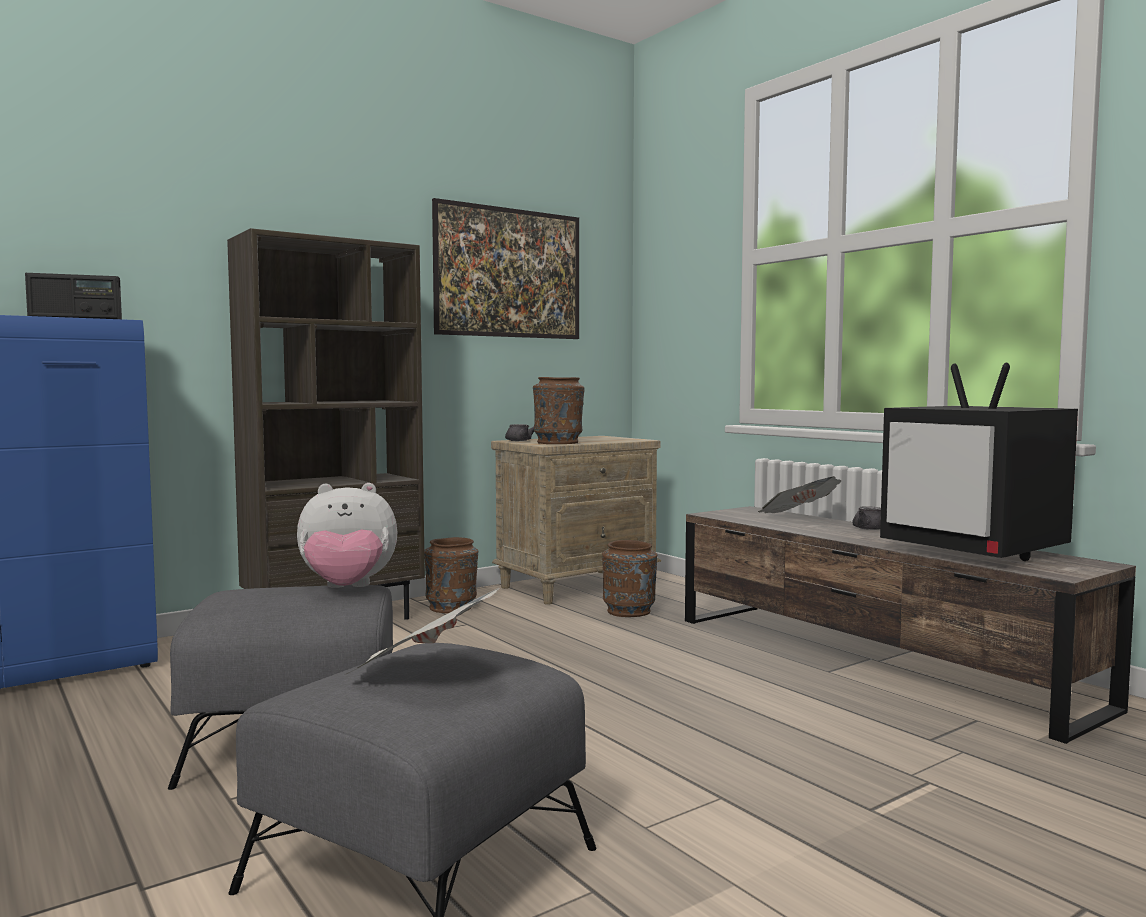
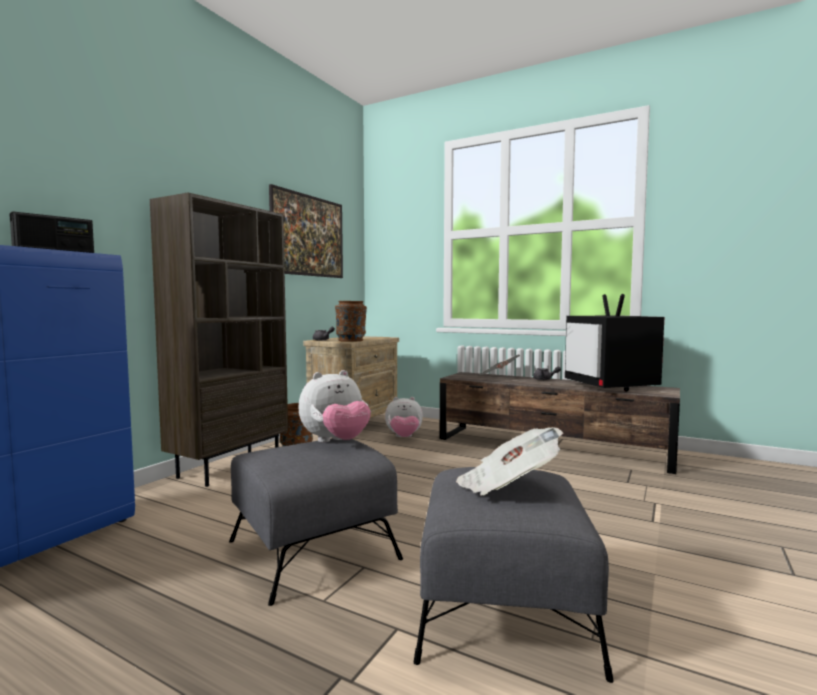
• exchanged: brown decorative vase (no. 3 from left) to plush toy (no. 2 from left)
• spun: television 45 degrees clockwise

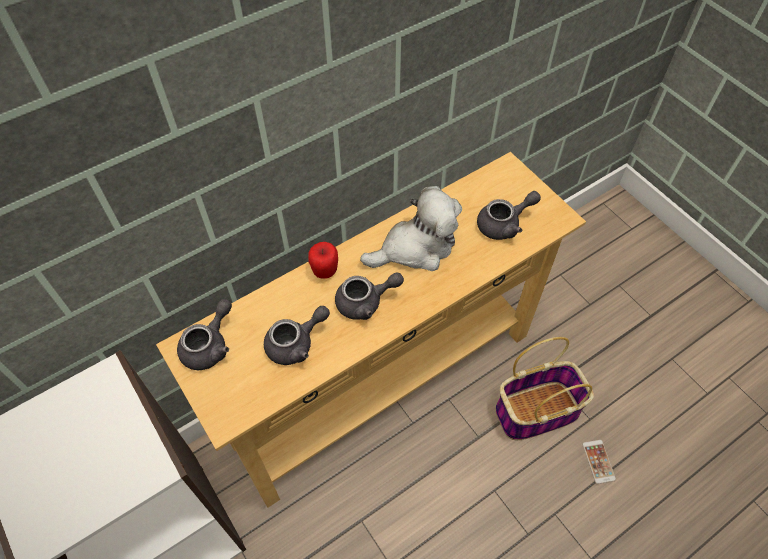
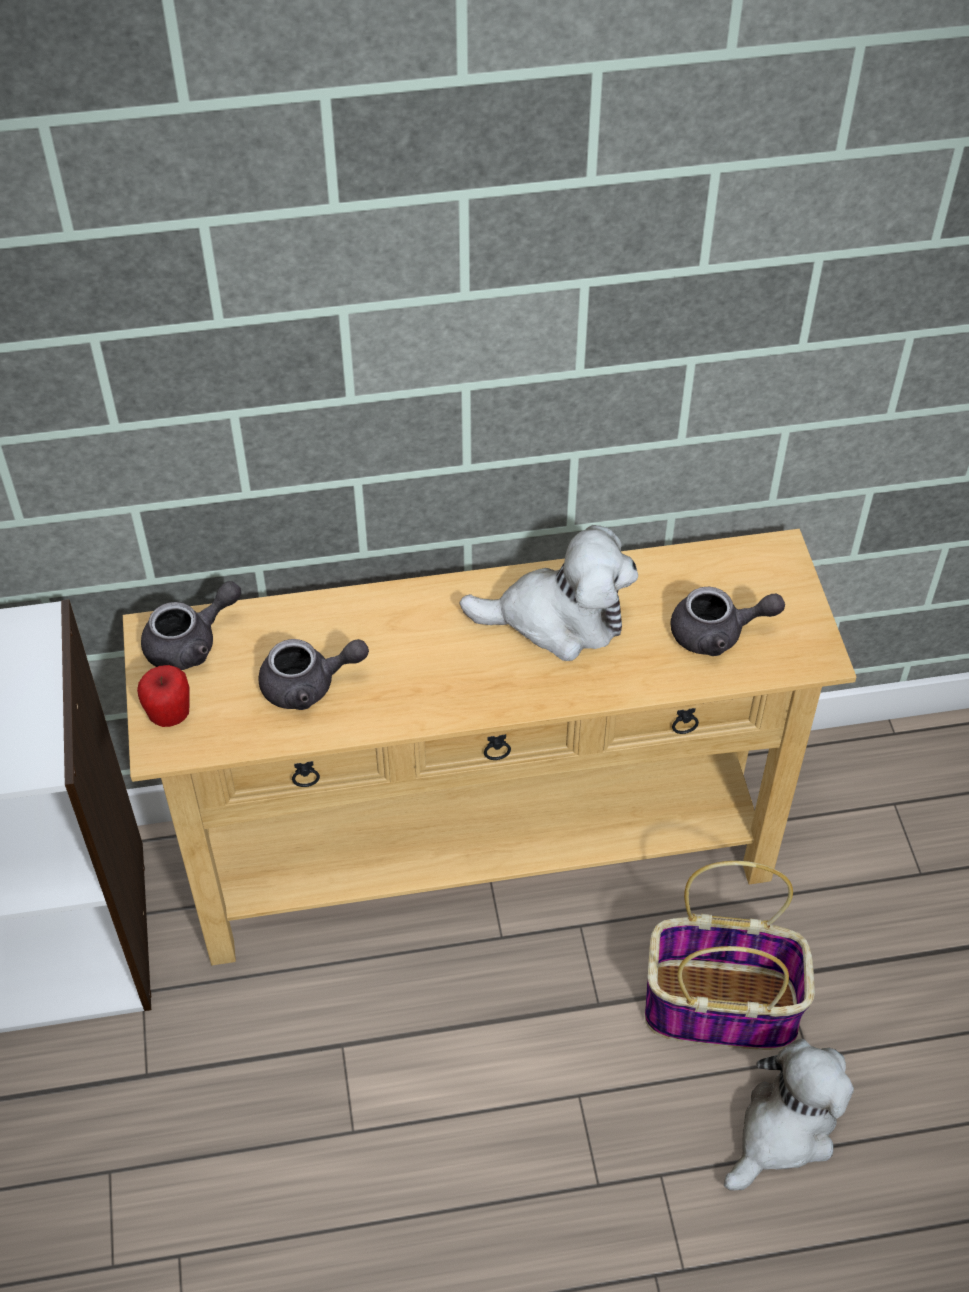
• relocated: whole apple
• exchanged: phone to plush toy (no. 2 from left)
• missing: gray teapot (no. 3 from left)

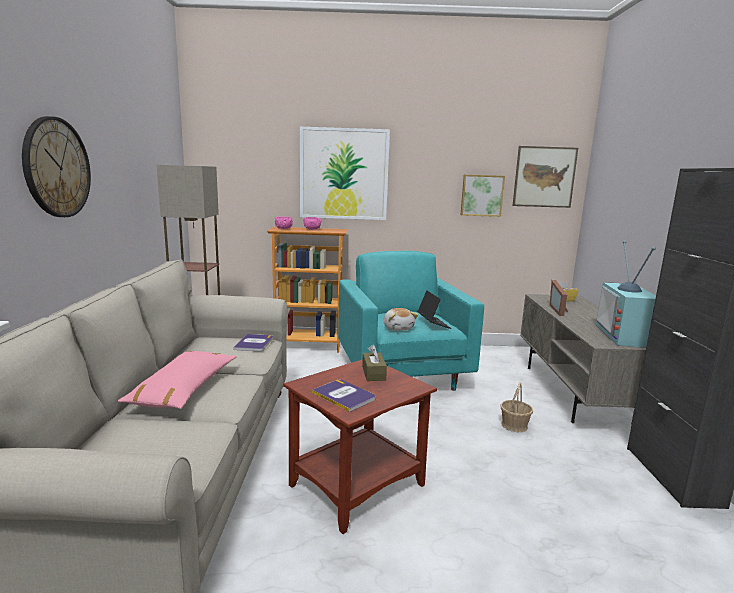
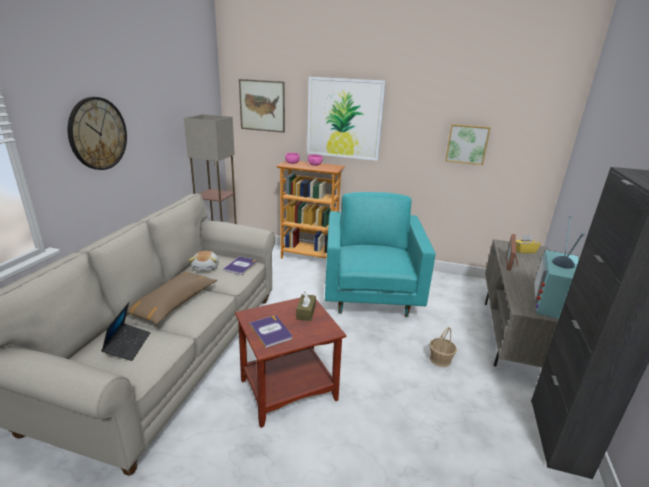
• relocated: notebook computer
• colour: pink-coloured pillow to brown pillow
• relocated: plush toy
• relocated: wall art (no. 3 from left in the first image) to wall art (no. 1 from left)

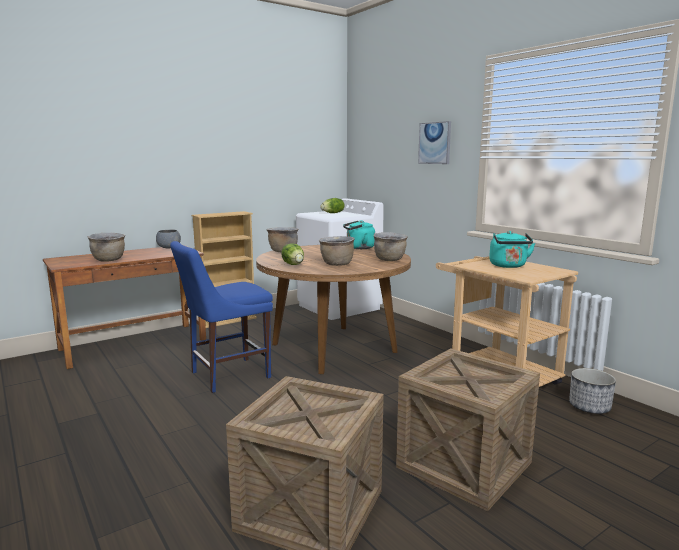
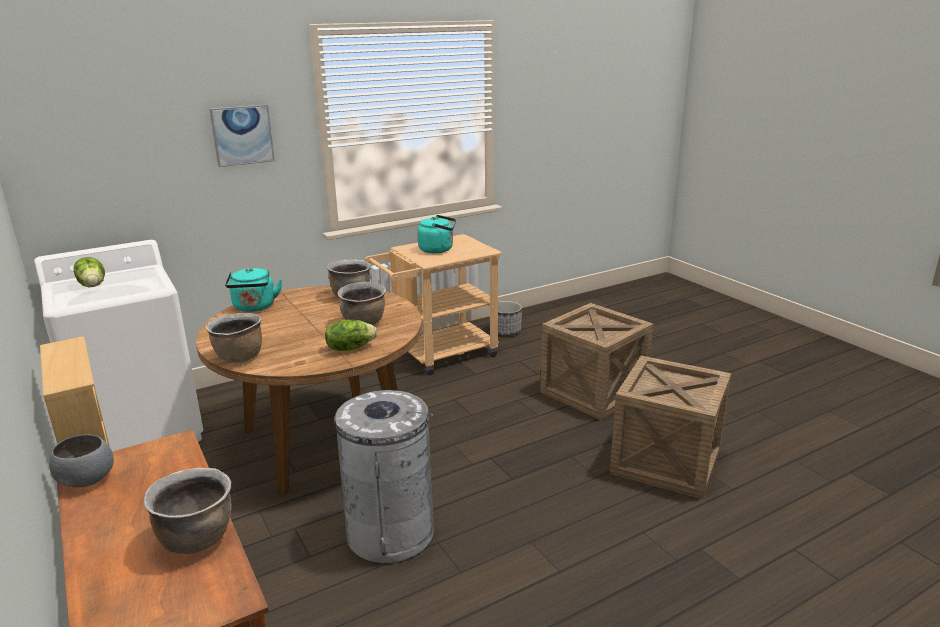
• exchanged: blue-coloured plain chair to gray rubbish bin

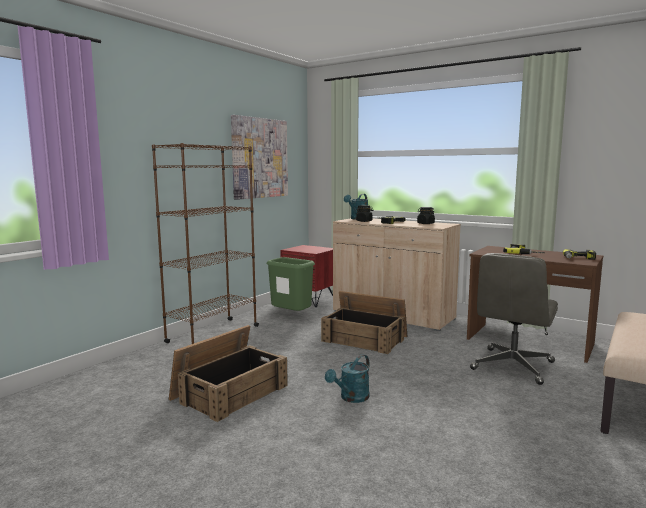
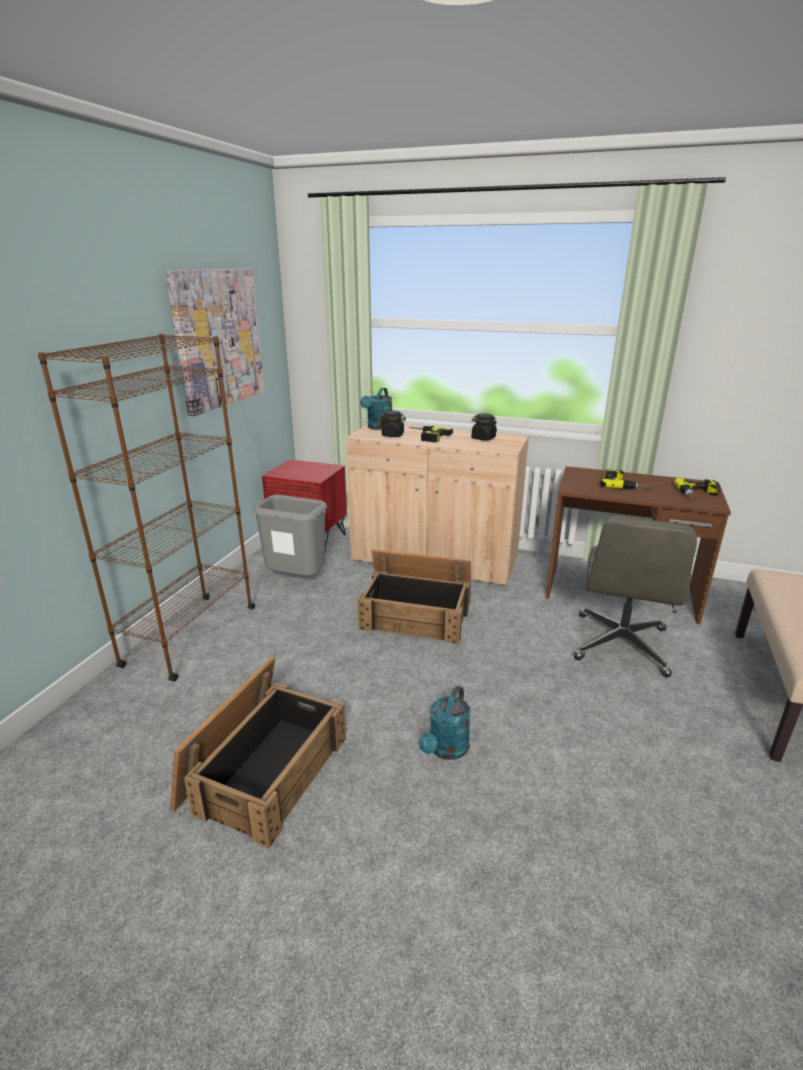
• colour: green rubbish bin to gray rubbish bin

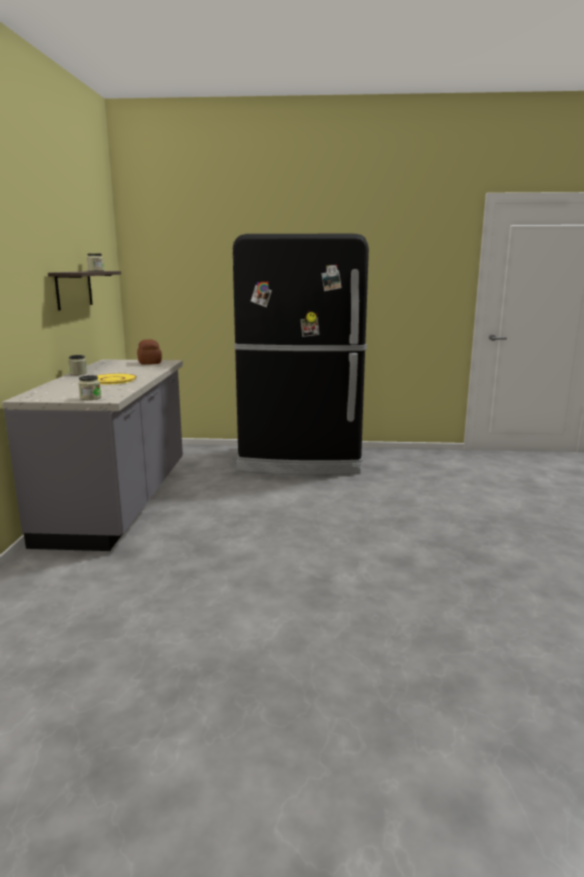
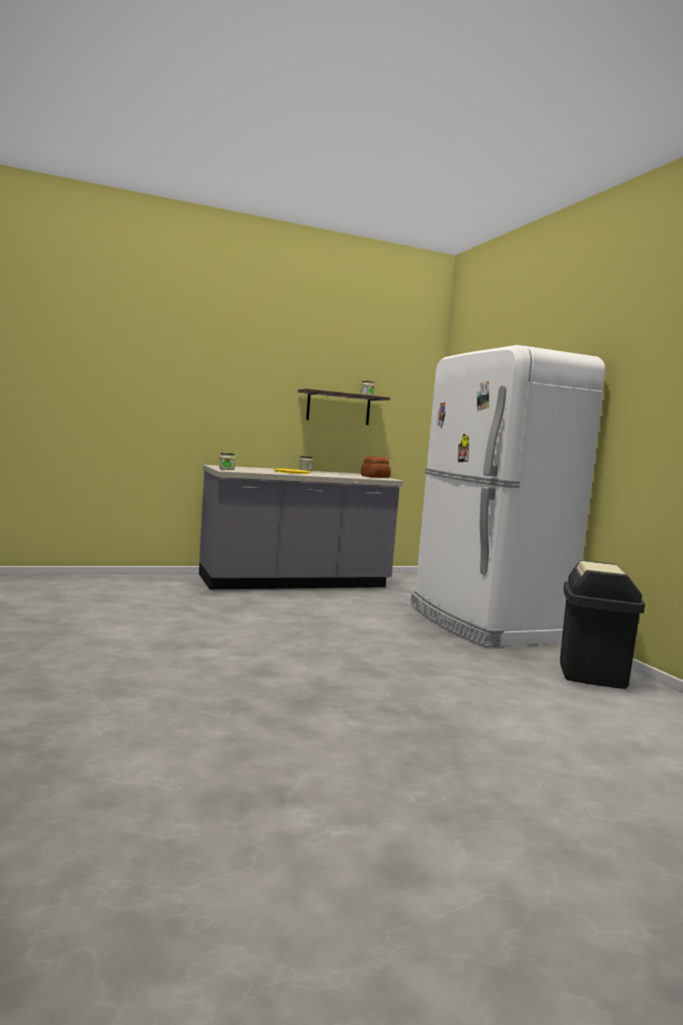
• colour: black fridge to whitish fridge
• appeared: black rubbish bin

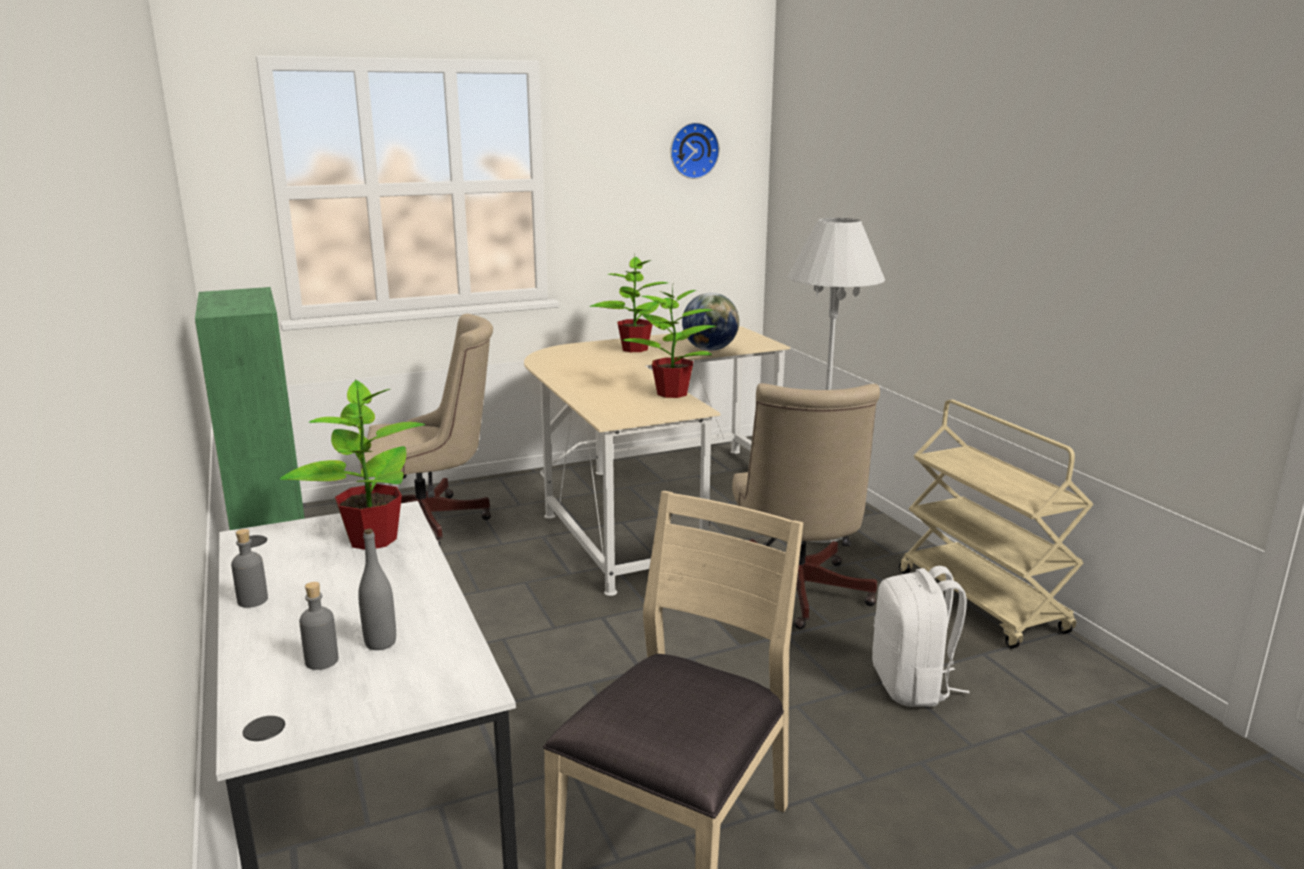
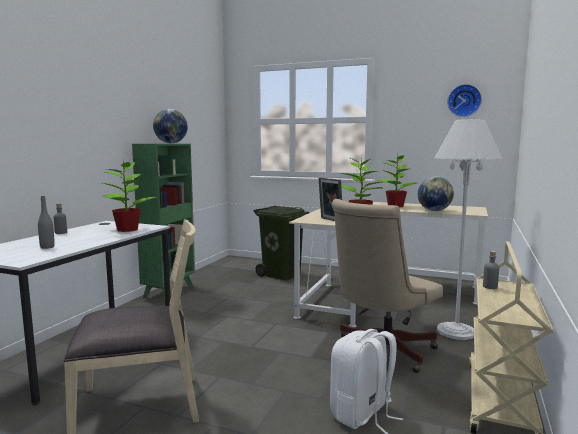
• appeared: desk globe (no. 1 from left)
• exchanged: beige office chair (no. 1 from left) to green rubbish bin
• appeared: picture frame
• relocated: gray beverage bottle (no. 2 from left in the first image) to gray beverage bottle (no. 3 from left)

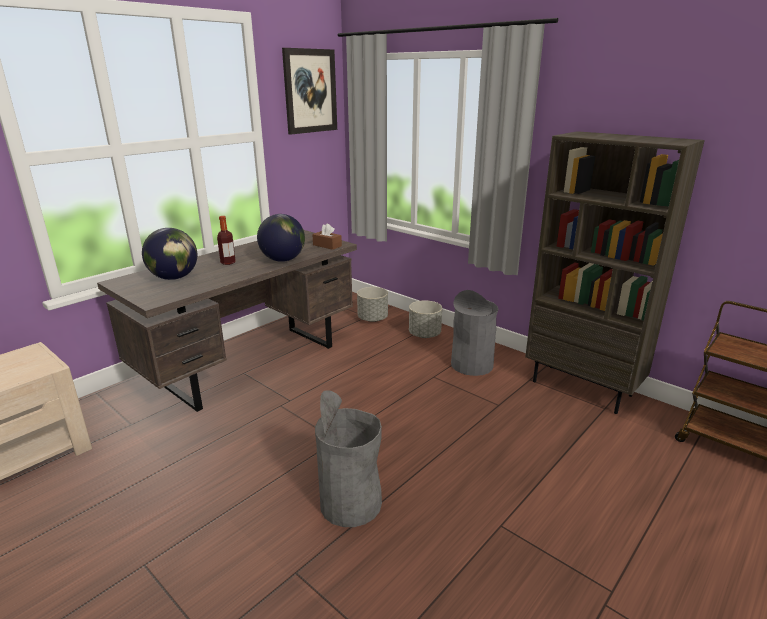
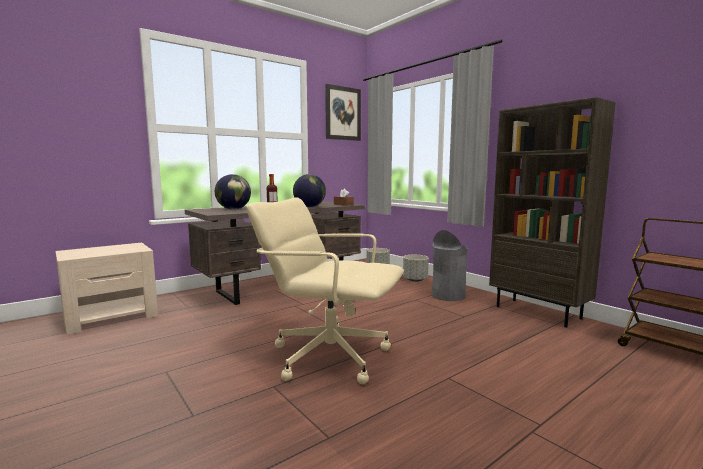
• exchanged: gray rubbish bin (no. 1 from left) to beige office chair

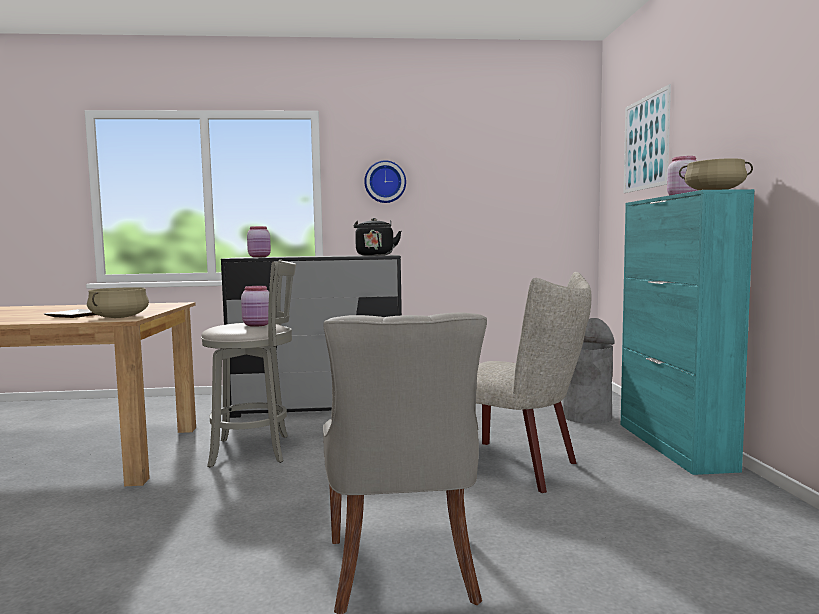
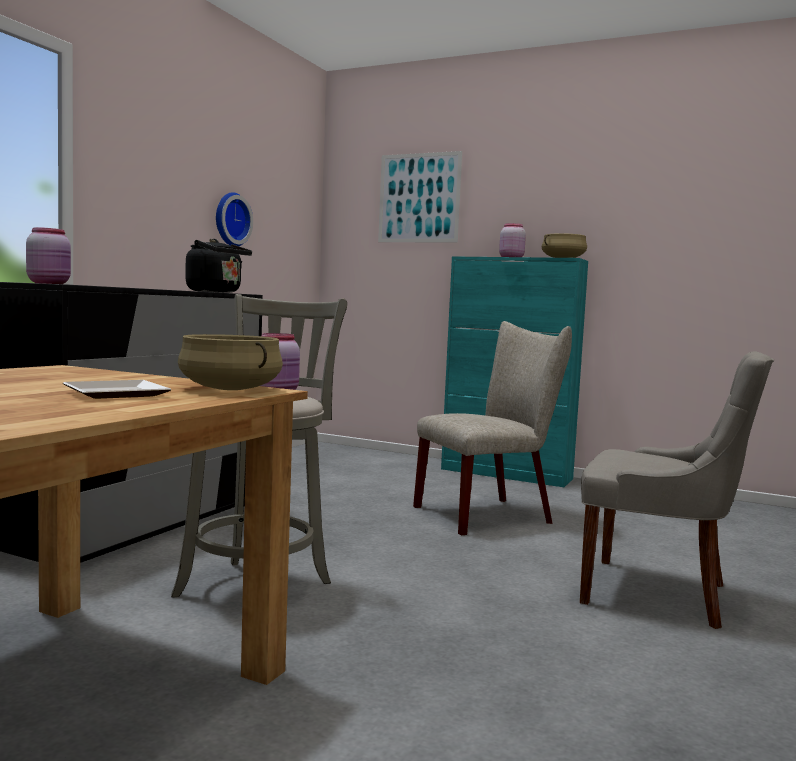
• relocated: wall clock
• missing: gray rubbish bin

